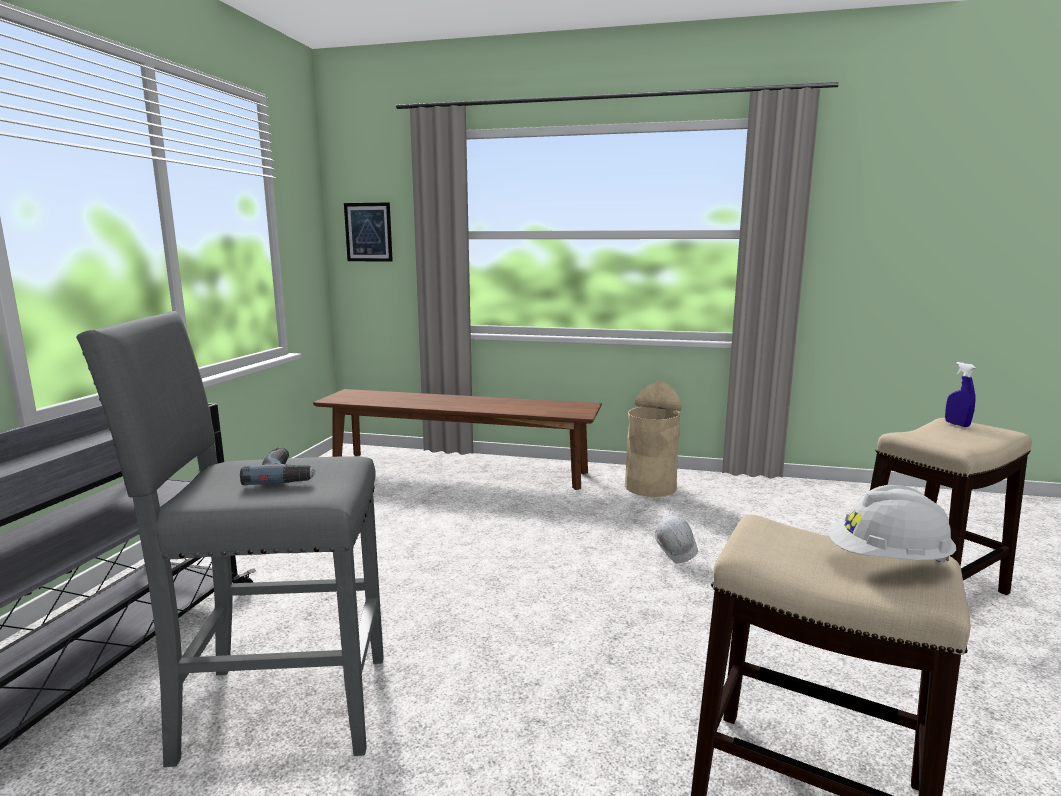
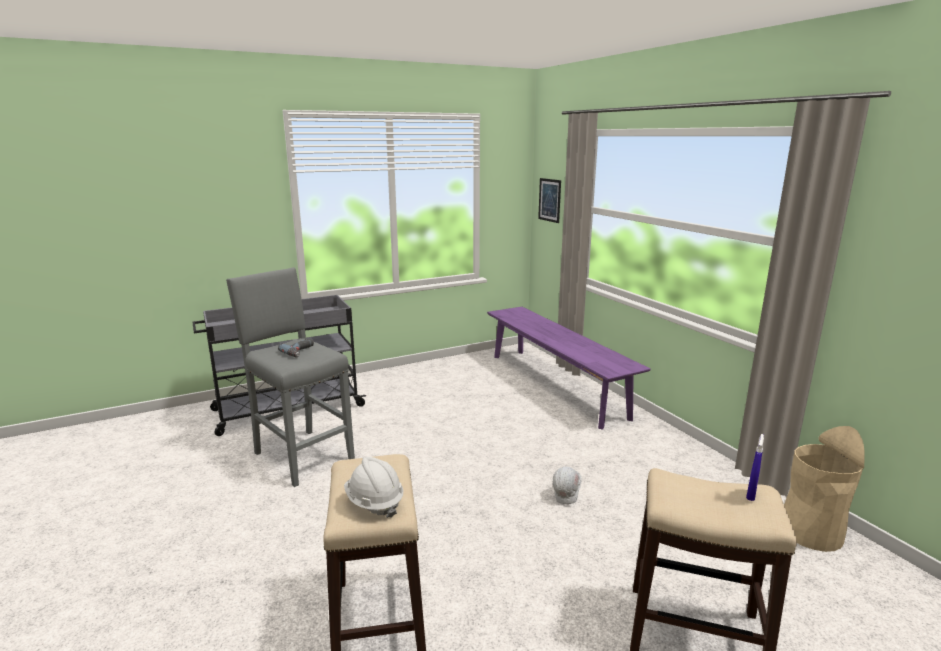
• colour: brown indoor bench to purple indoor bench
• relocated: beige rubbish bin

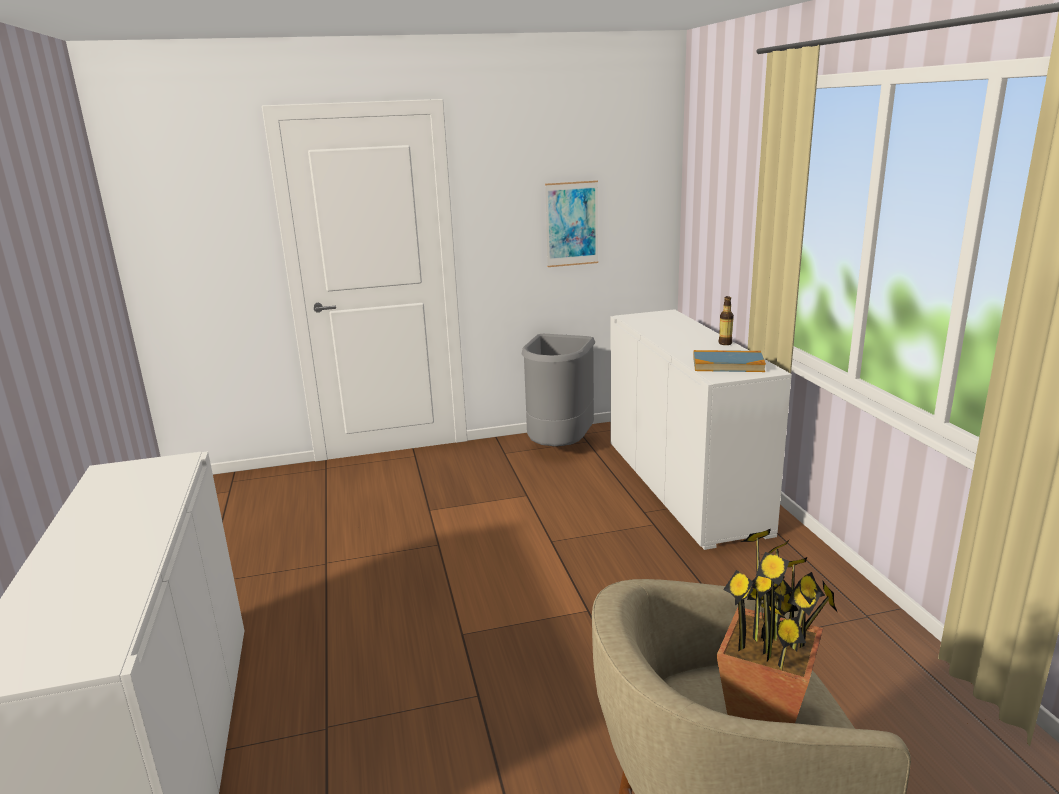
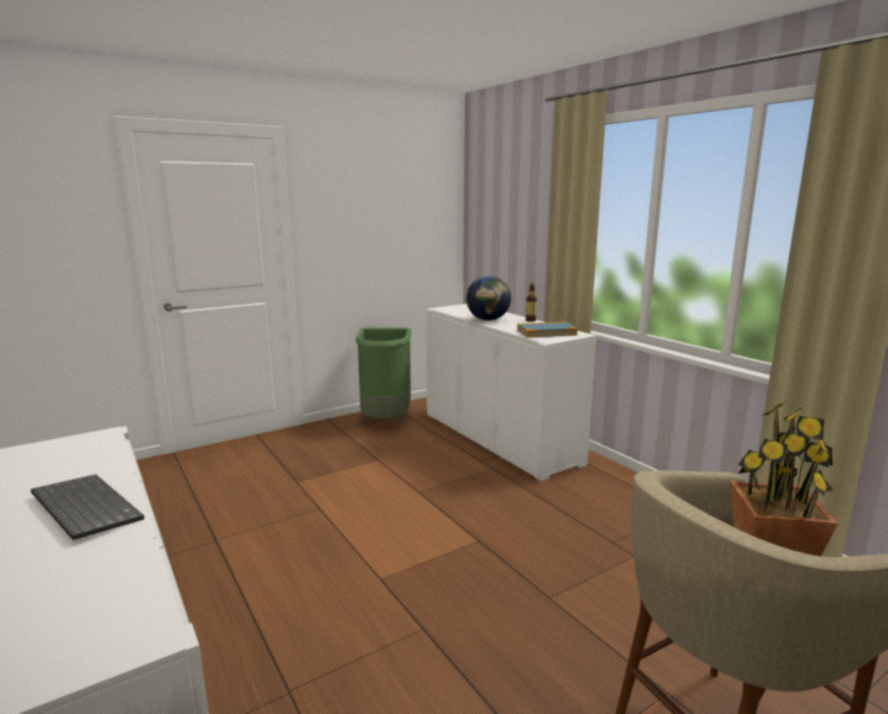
• appeared: PC keyboard
• colour: gray rubbish bin to green rubbish bin
• appeared: desk globe
• missing: wall art

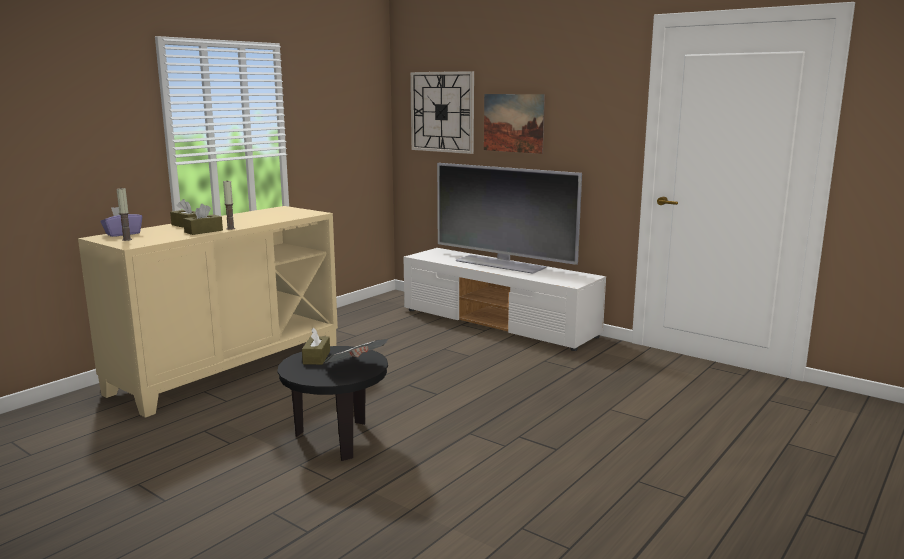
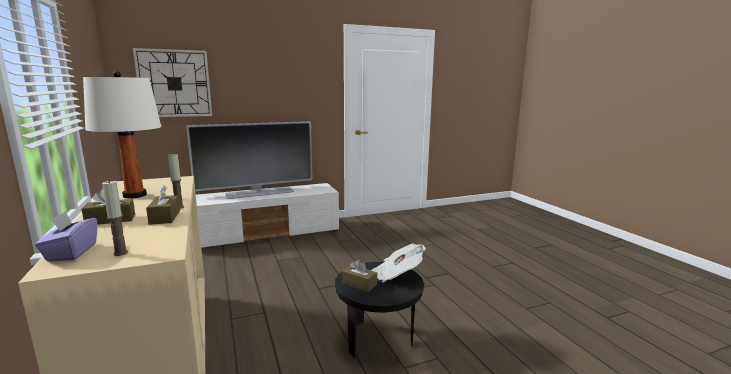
• appeared: whitish tabletop lamp
• missing: wall art

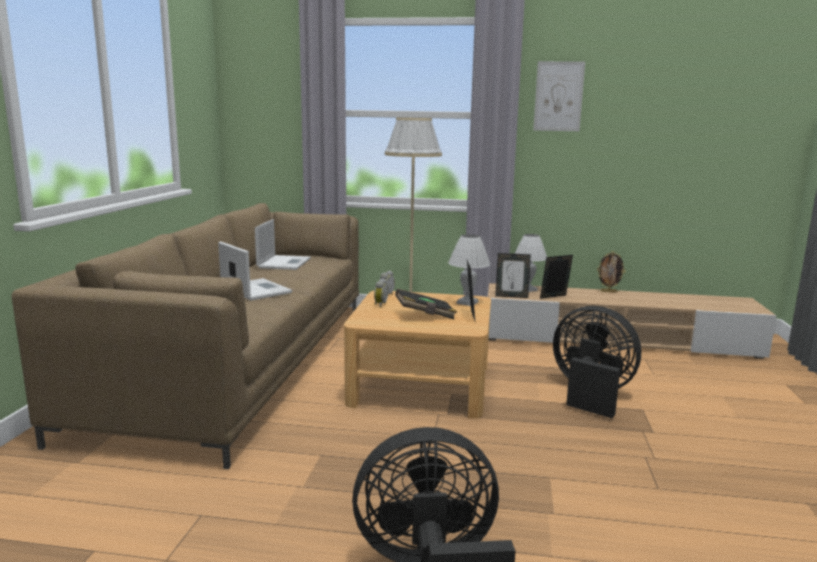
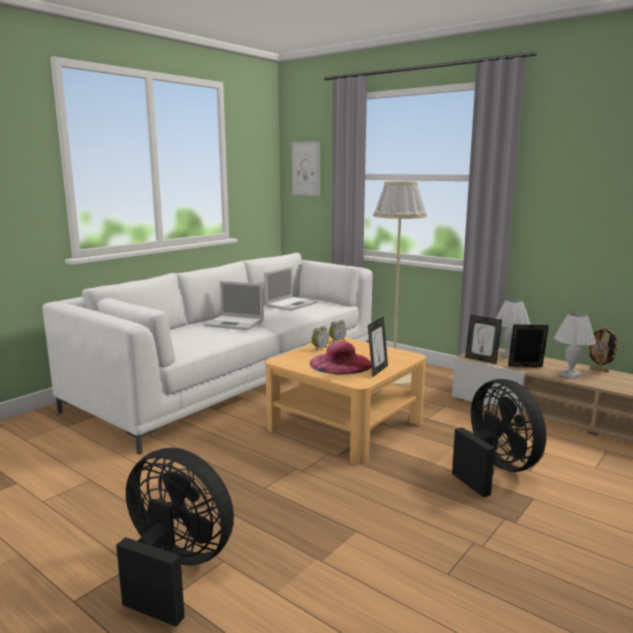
• colour: brown sofa to whitish sofa
• spun: notebook computer (no. 1 from left) 120 degrees clockwise
• relocated: wall art
• exchanged: black book to pink-coloured wearable hat
• relocated: whitish tabletop lamp (no. 1 from left in the first image) to whitish tabletop lamp (no. 2 from left)

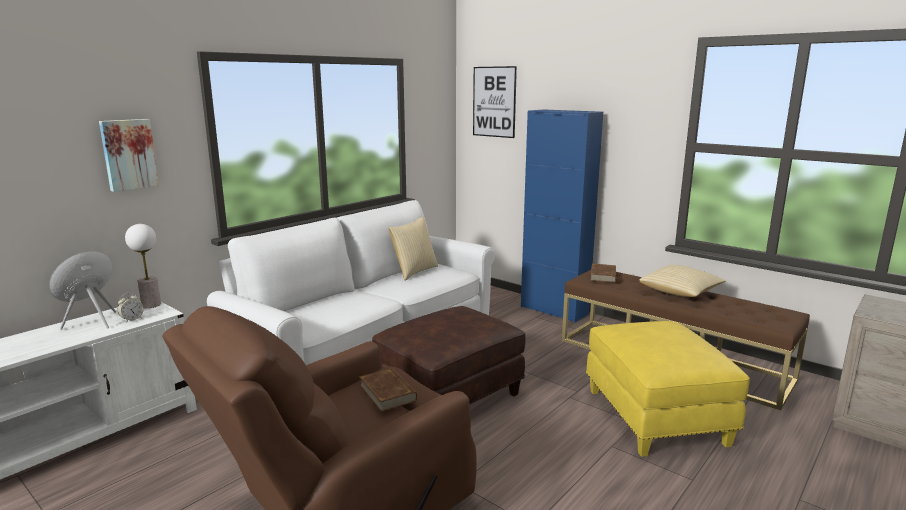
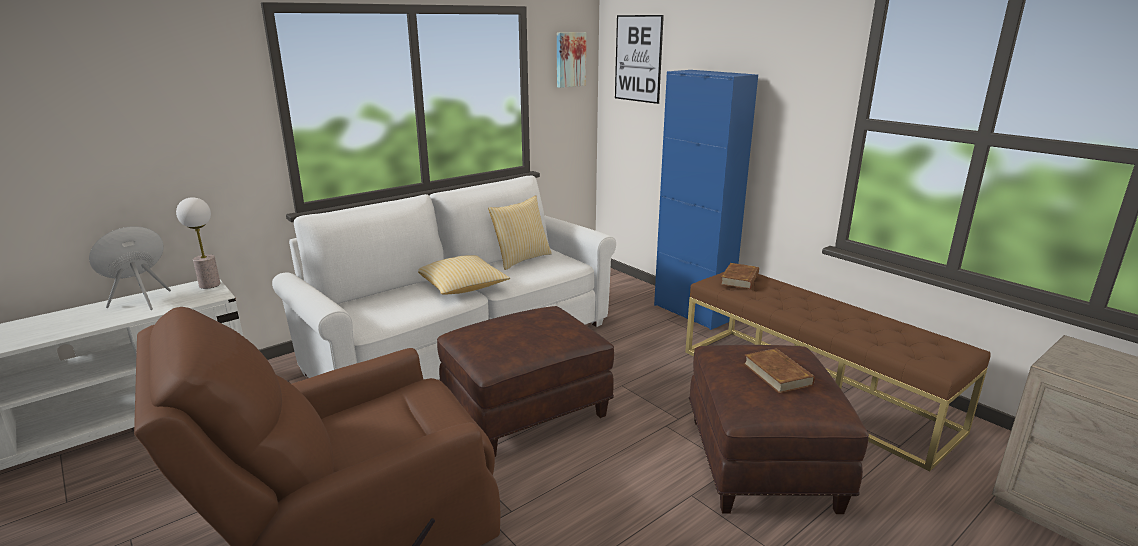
• relocated: pillow (no. 2 from left in the first image) to pillow (no. 1 from left)
• relocated: wall art (no. 1 from left)
• colour: yellowish footrest to brown footrest (no. 2 from left)
• relocated: brown book (no. 1 from left in the first image) to brown book (no. 2 from left)
• missing: table clock

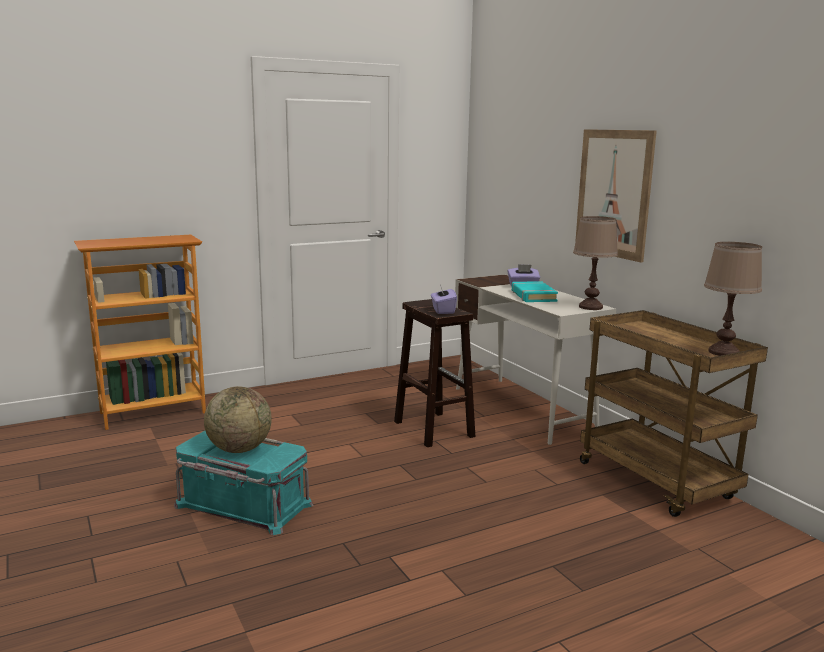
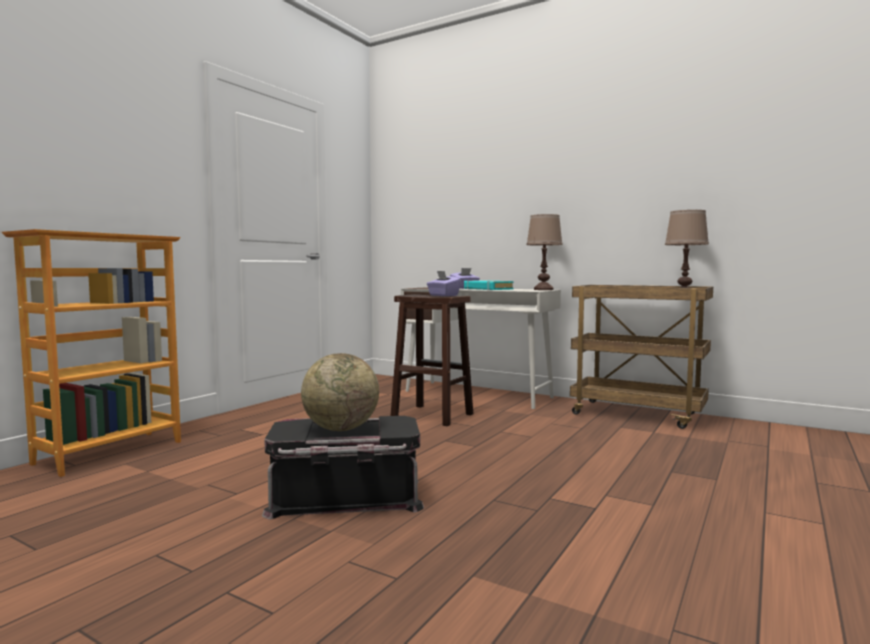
• colour: turquoise-coloured storage bin to black storage bin
• missing: wall art

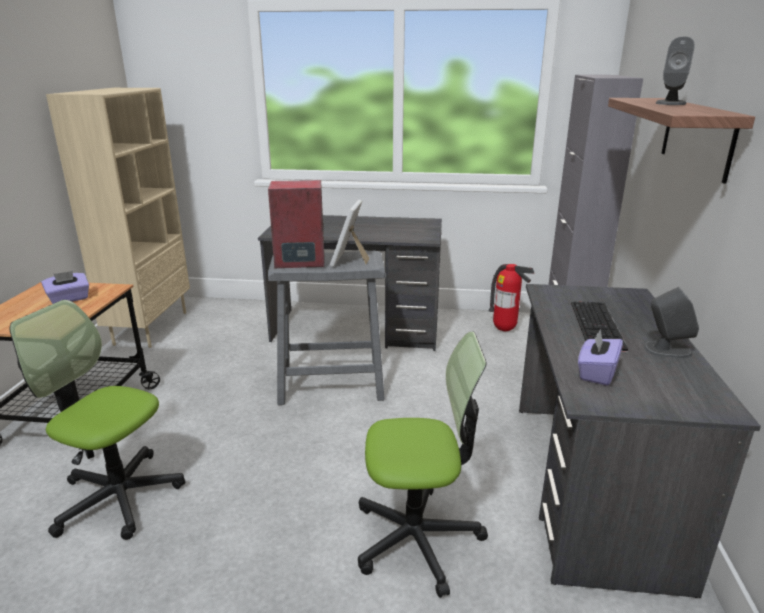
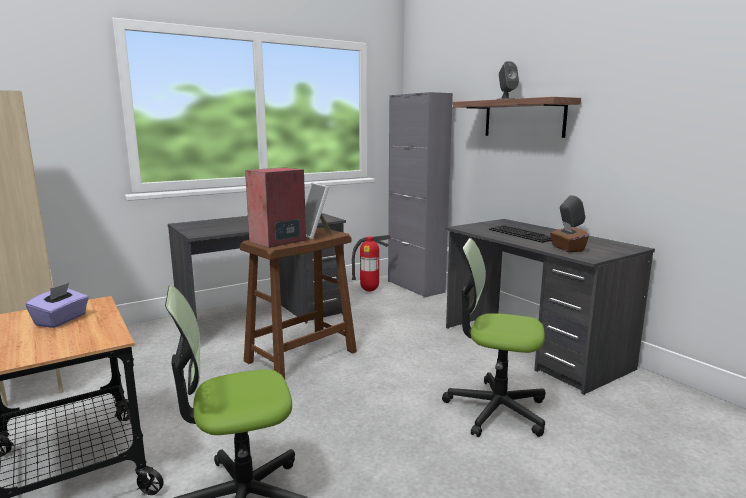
• colour: gray sitting stool to brown sitting stool
• spun: office chair (no. 2 from left) 120 degrees counterclockwise
• colour: purple tissue holder (no. 2 from left) to brown tissue holder

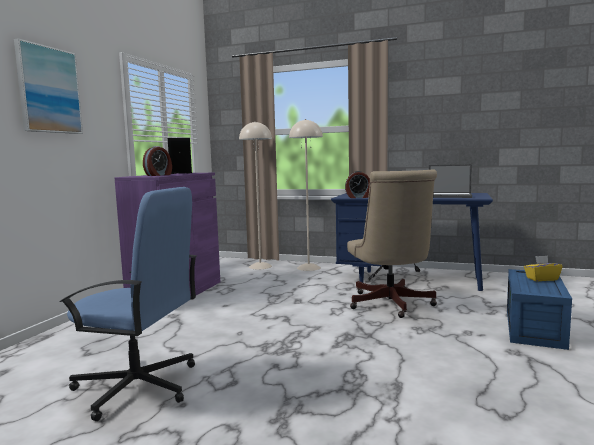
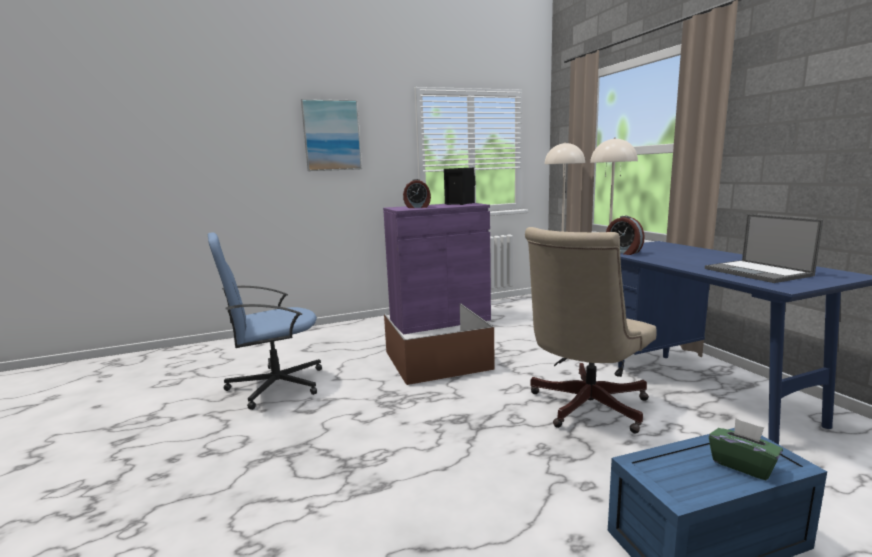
• spun: blue-coloured office chair 90 degrees clockwise
• appeared: brown storage bin
• colour: yellowish tissue holder to green tissue holder

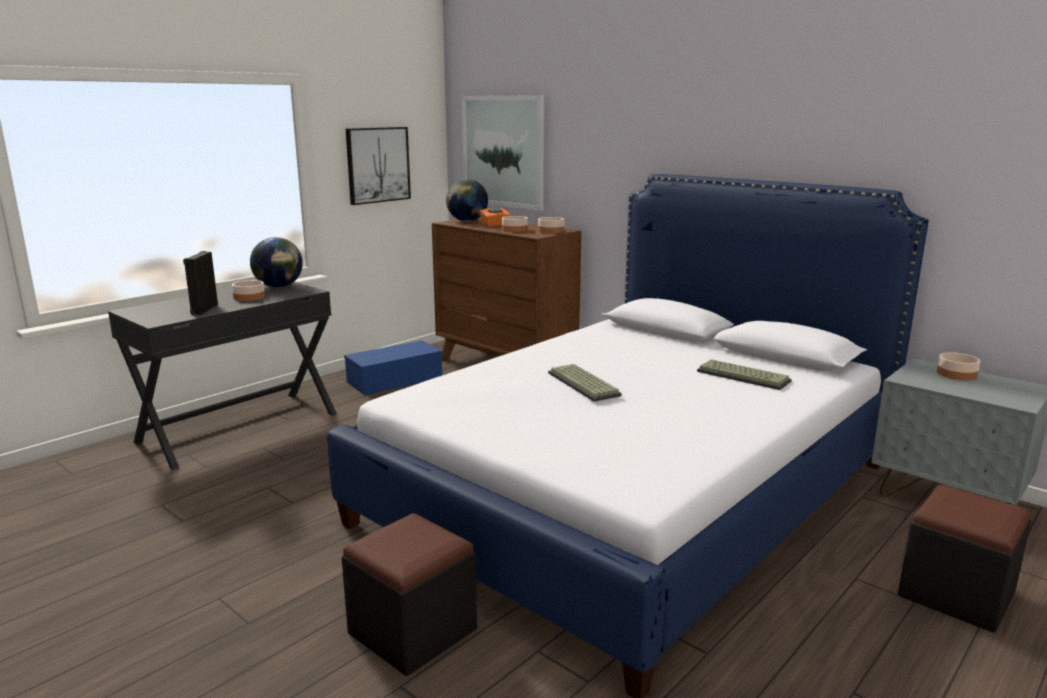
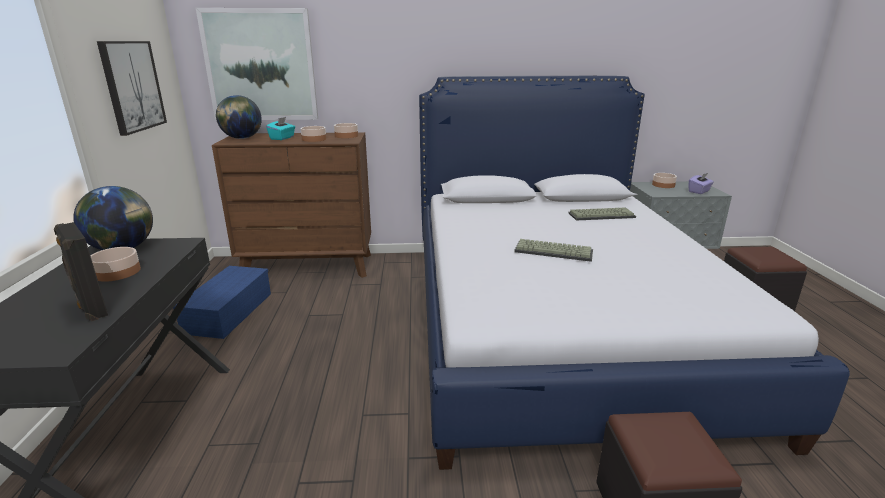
• colour: orangey tissue holder to turquoise-coloured tissue holder
• appeared: purple tissue holder

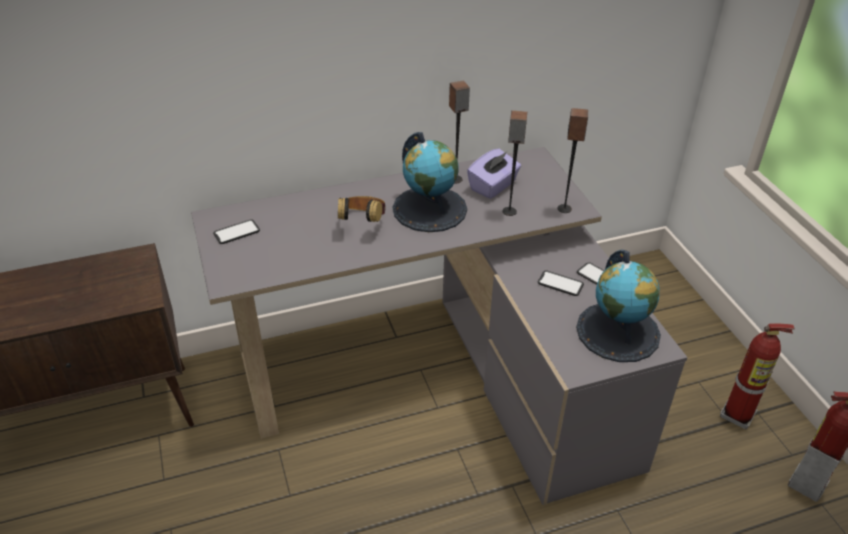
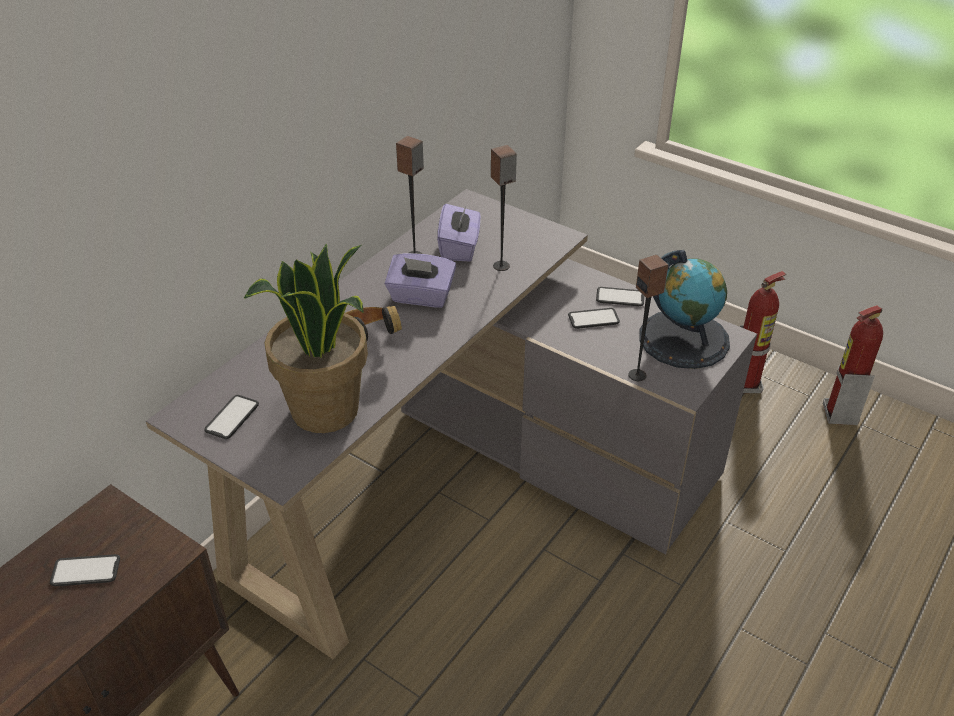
• appeared: phone (no. 1 from left)
• appeared: houseplant
• exchanged: desk globe (no. 1 from left) to purple tissue holder (no. 1 from left)
• relocated: audio speaker (no. 3 from left)

